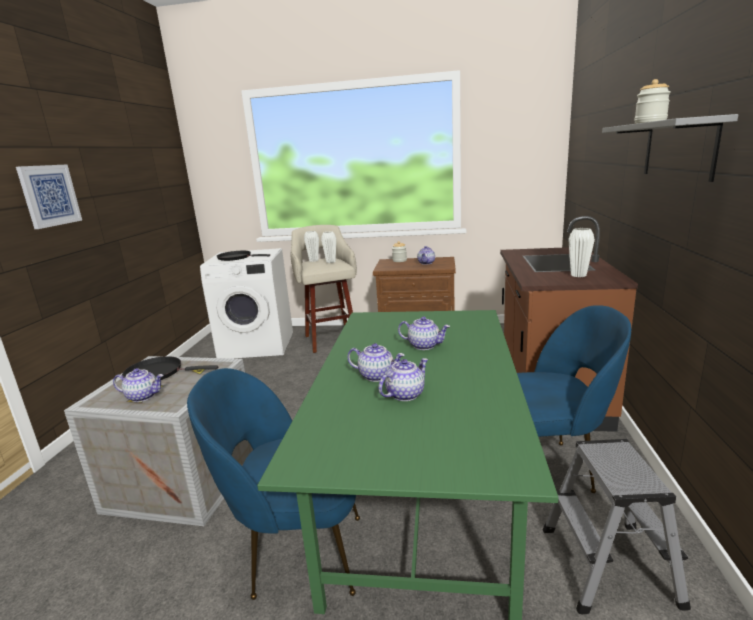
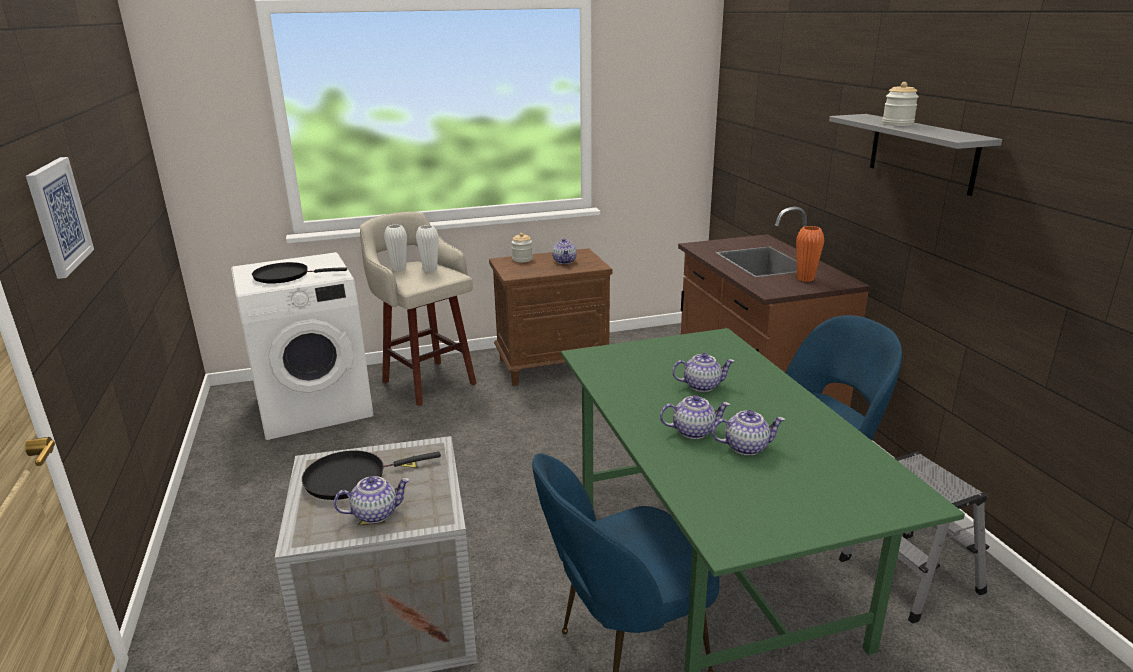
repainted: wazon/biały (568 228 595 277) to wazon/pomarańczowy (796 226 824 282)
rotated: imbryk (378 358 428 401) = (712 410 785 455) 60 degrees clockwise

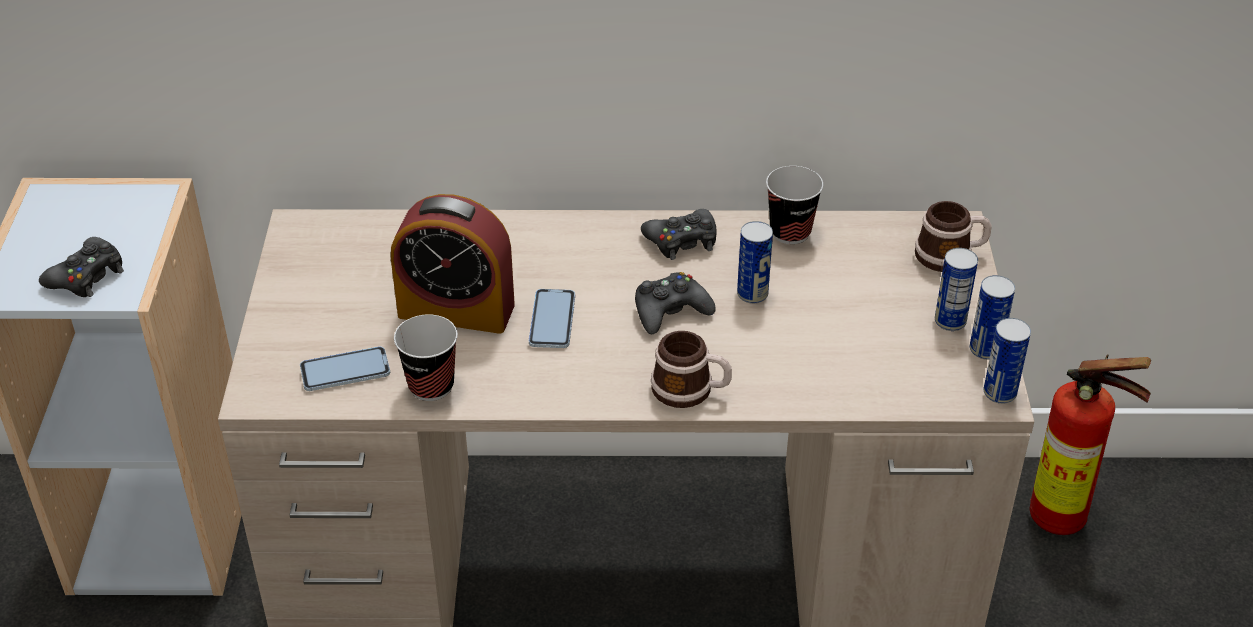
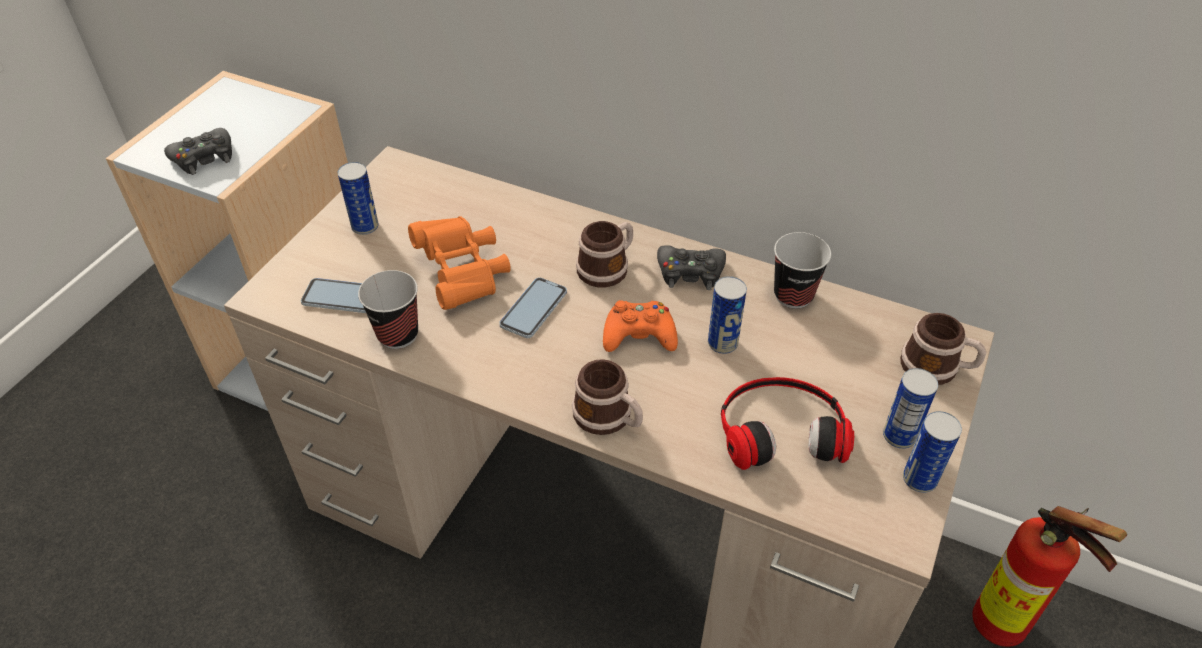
new: kubek (576 221 633 287); słuchawki (721 377 854 470)
shifted: puszka (983 318 1031 404) to (338 162 379 235)
swapped: budzik (391 194 515 334) to lornetka/pomarańczowy (408 216 511 310)
repainted: pad do gier/czarny (635 272 716 334) to pad do gier/pomarańczowy (603 300 678 352)

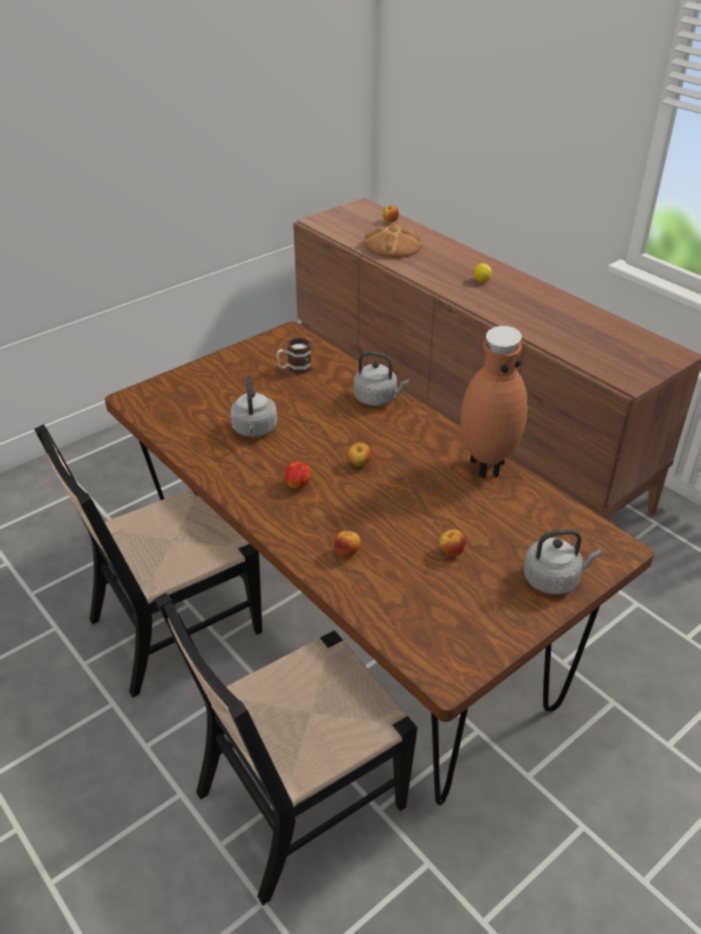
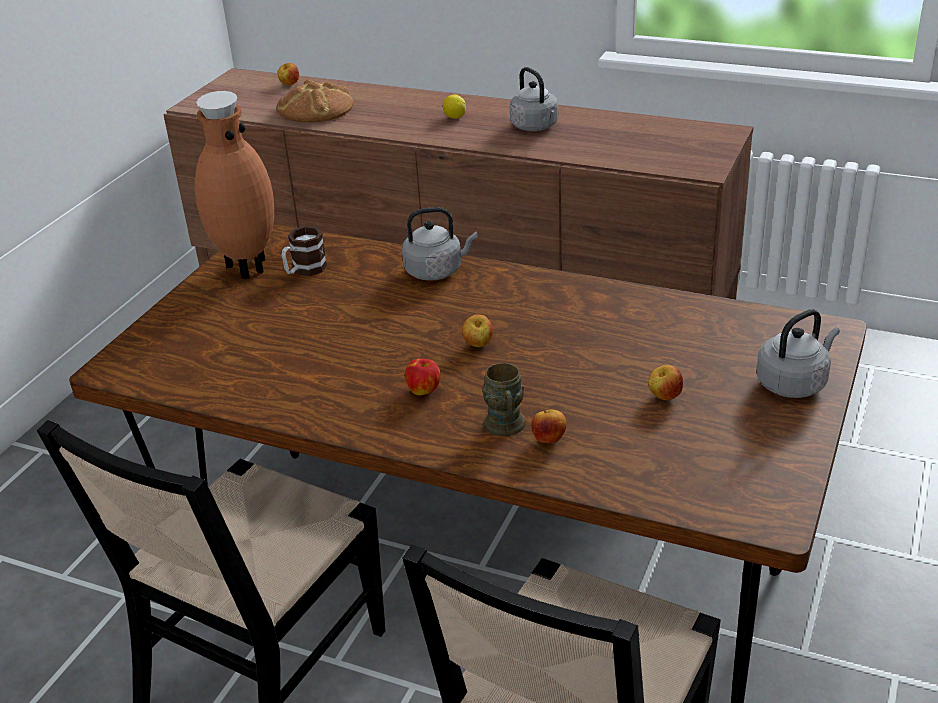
new: kubek/brązowy (482 363 526 436)
shifted: wazon/brązowy (461 326 528 478) to (195 91 274 279); czajnik/szary (230 376 277 437) to (510 67 558 131)

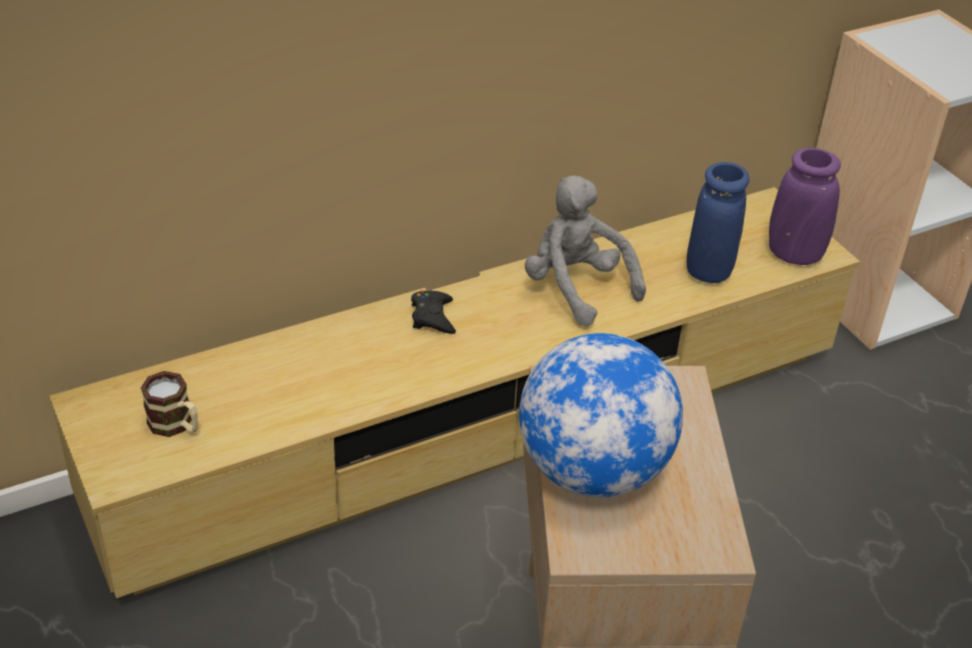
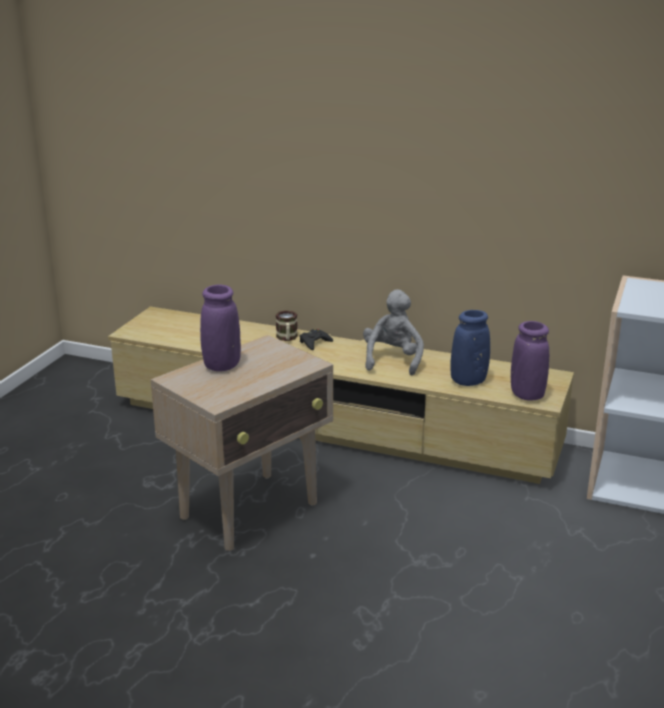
shifted: kubek (141 371 198 437) to (276 310 298 341)
swapped: globus (519 333 683 497) to wazon/fioletowy (200 285 241 371)

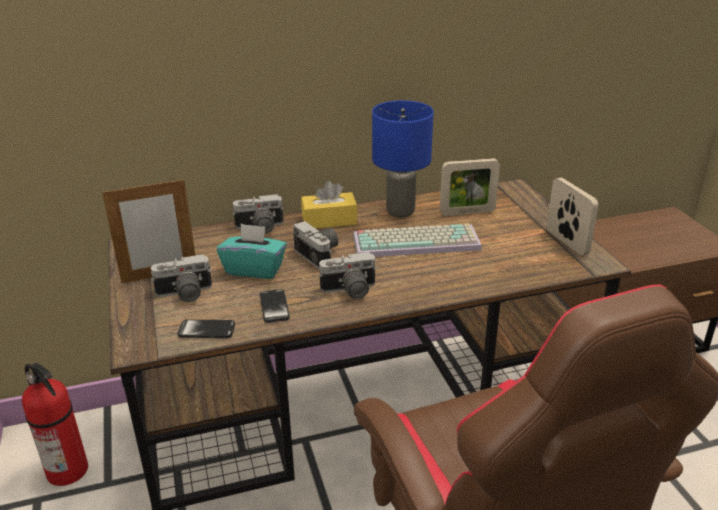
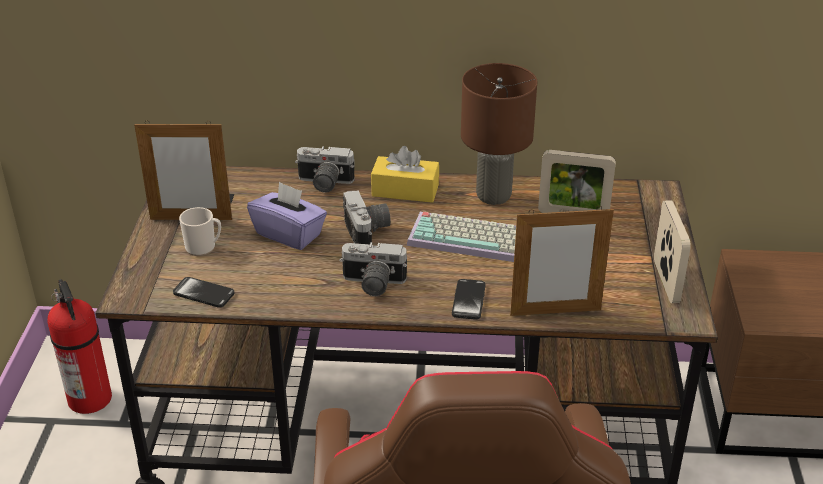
new: ramka na zdjęcie (510 206 614 316)
shifted: telefon (260 289 290 323) to (452 279 485 320)
swapped: aparat fotograficzny (151 254 212 302) to kubek (179 207 221 256)
repainted: lampa stołowa/niebieski (372 100 434 218) to lampa stołowa/brązowy (461 63 537 205); pudełko chusteczek/turkusowy (217 224 287 279) to pudełko chusteczek/fioletowy (247 182 327 250)

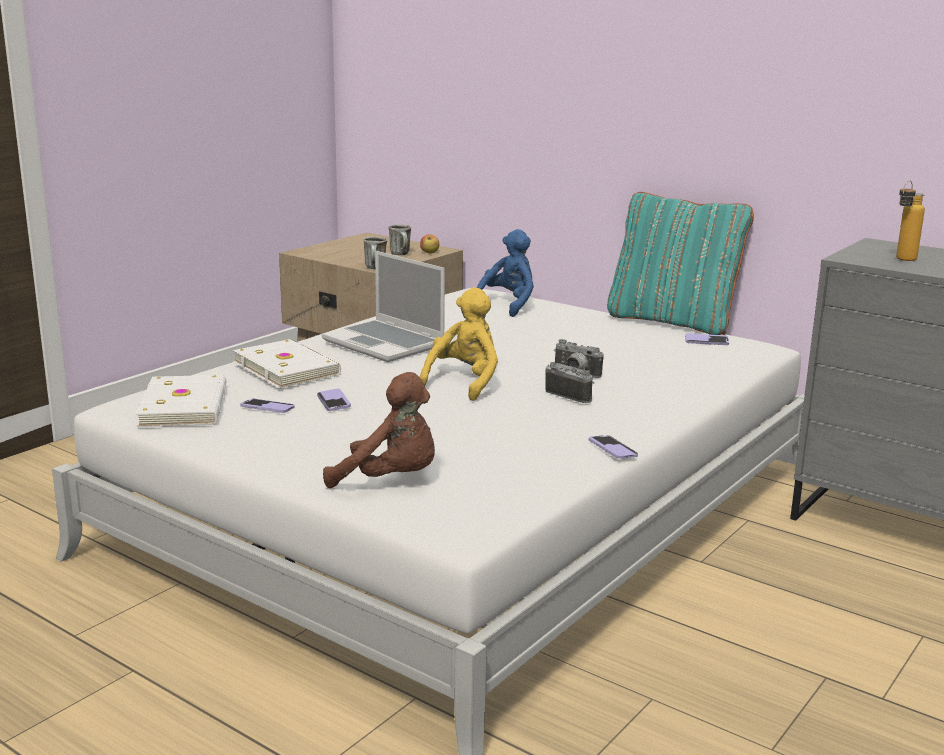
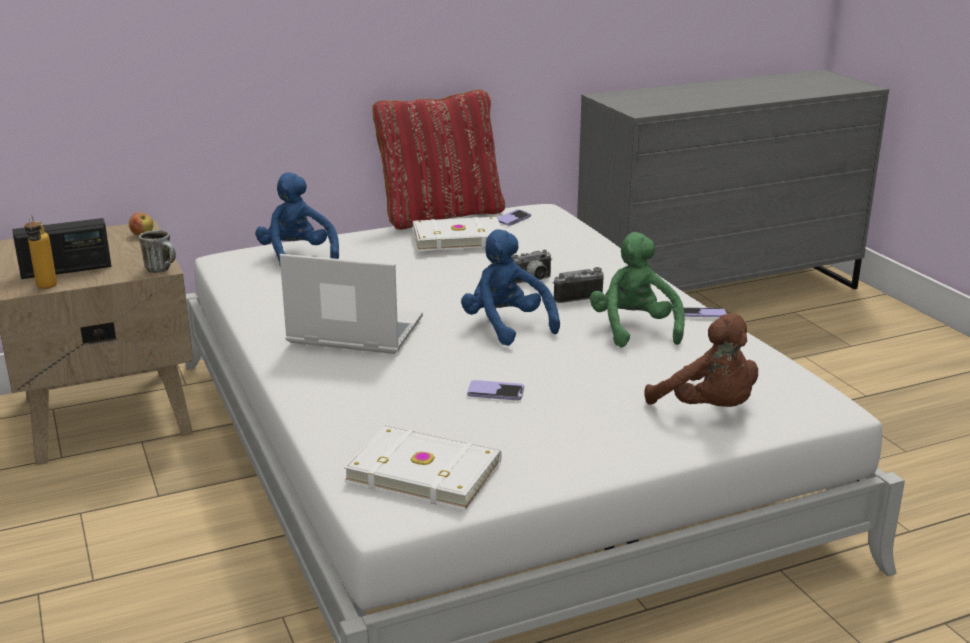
gone: kubek (389 225 411 255); telefon (241 399 295 413)
new: radio (13 218 111 279); pluszak/zielony (590 232 685 347)
shifted: butelka (896 180 925 261) to (24 215 57 289); książka/biały (232 339 341 389) to (413 217 502 251)
repainted: poduszka/turkusowy (607 192 754 335) to poduszka/czerwony (372 89 505 230); pluszak/żółty (420 287 498 401) to pluszak/niebieski (461 229 560 346)
rotated: laptop (322 251 445 362) = (280 254 423 354) 150 degrees counterclockwise; pluszak/brązowy (323 372 435 488) = (644 313 758 407) 90 degrees clockwise

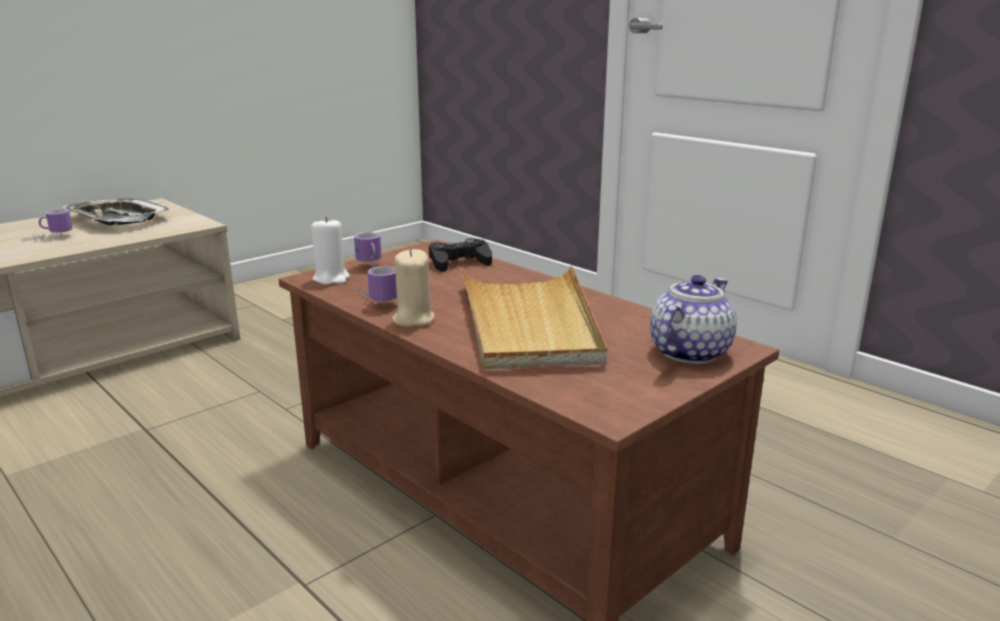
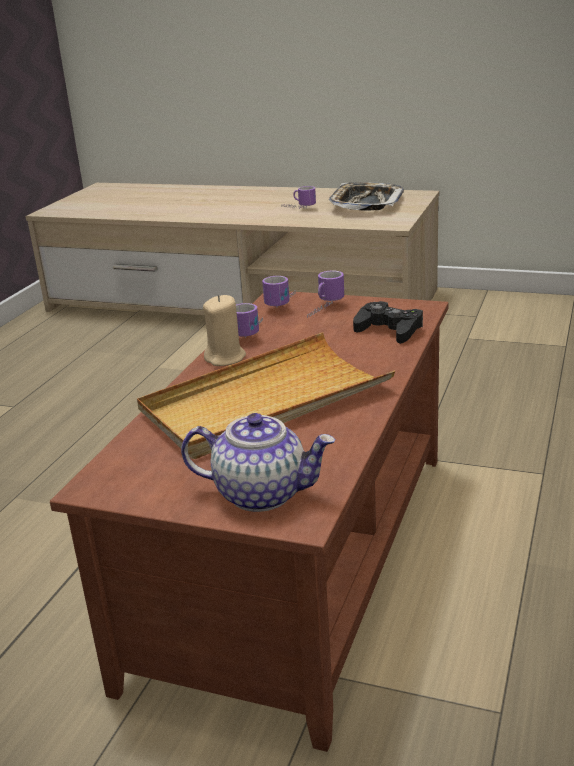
swapped: świeca/biały (311 217 350 285) to kubek (262 276 296 307)

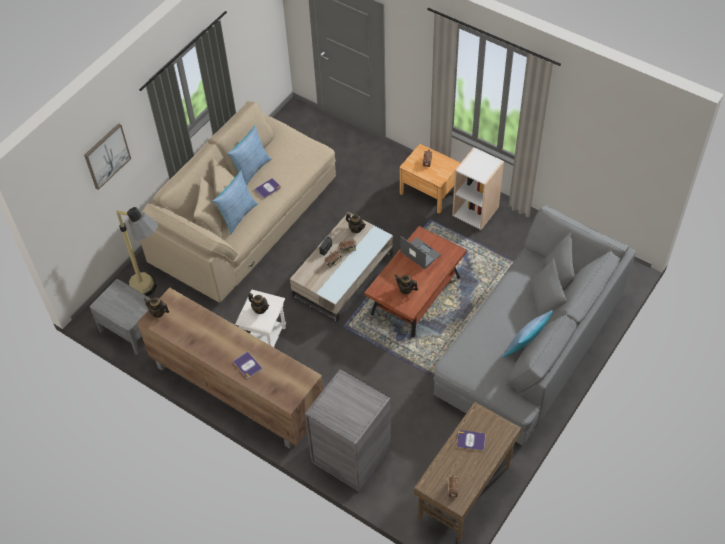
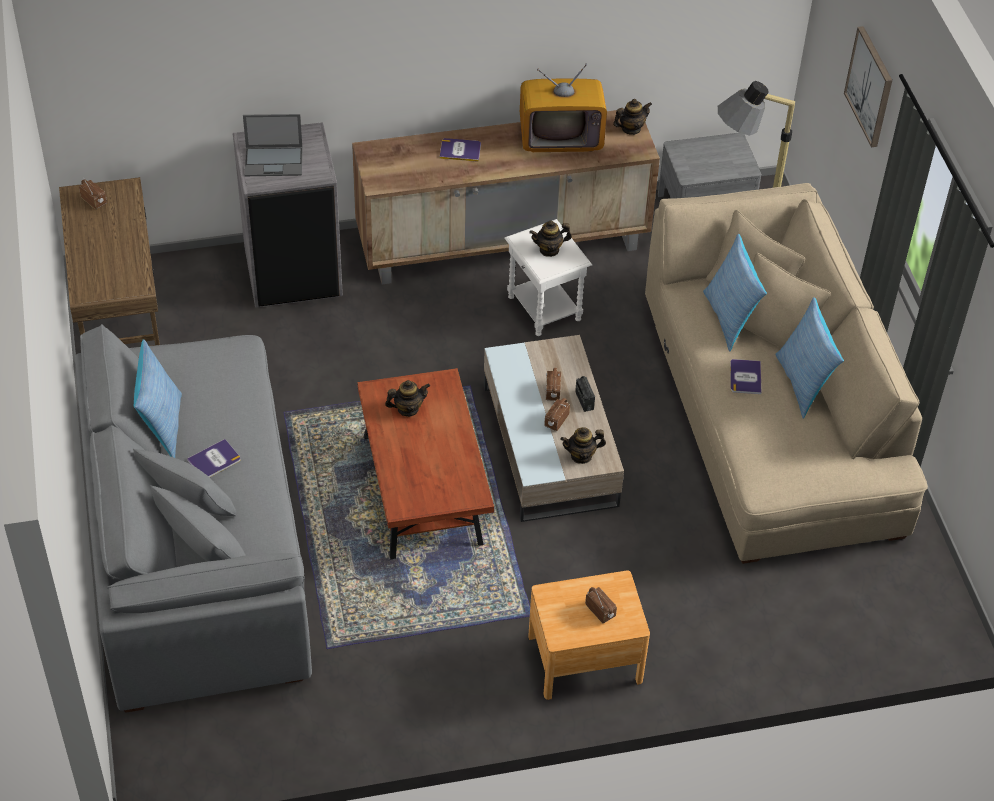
gone: regał (452 147 504 230)
new: telewizor (520 64 607 152)
shifted: laptop (401 236 441 269) to (243 114 302 176); książka (457 430 486 451) to (187 439 241 477)

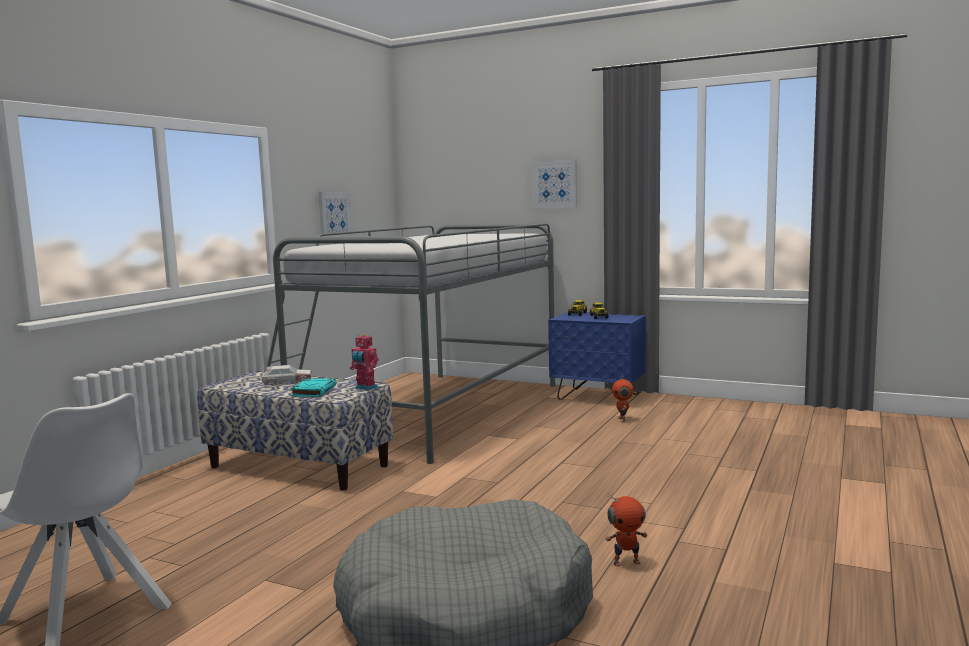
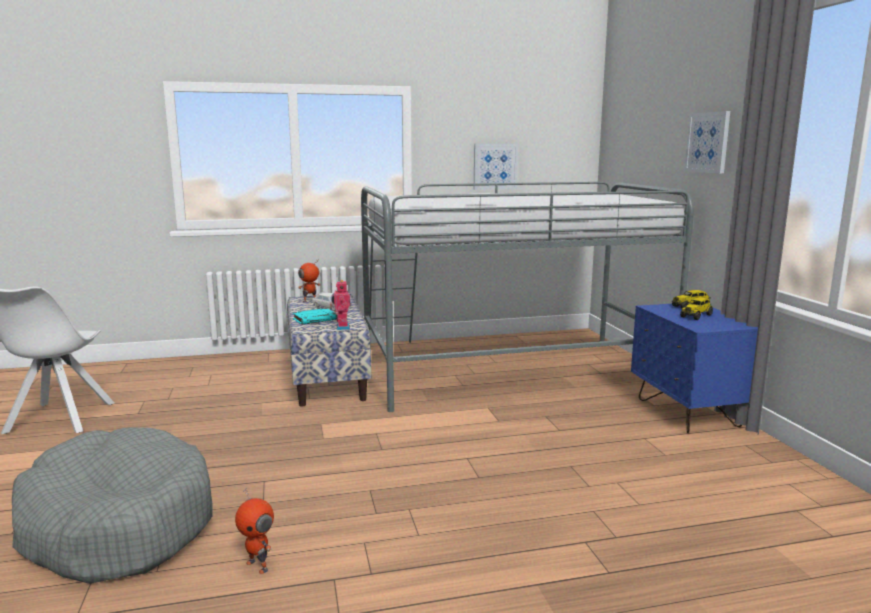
shifted: robot zabawkowy (612 374 634 423) to (298 259 321 302)

